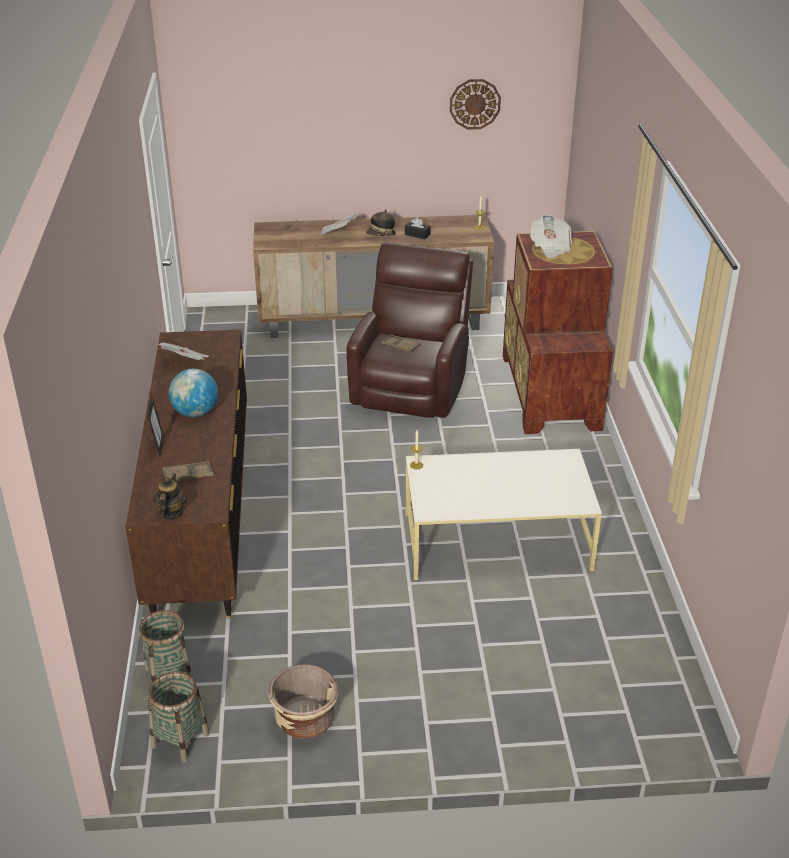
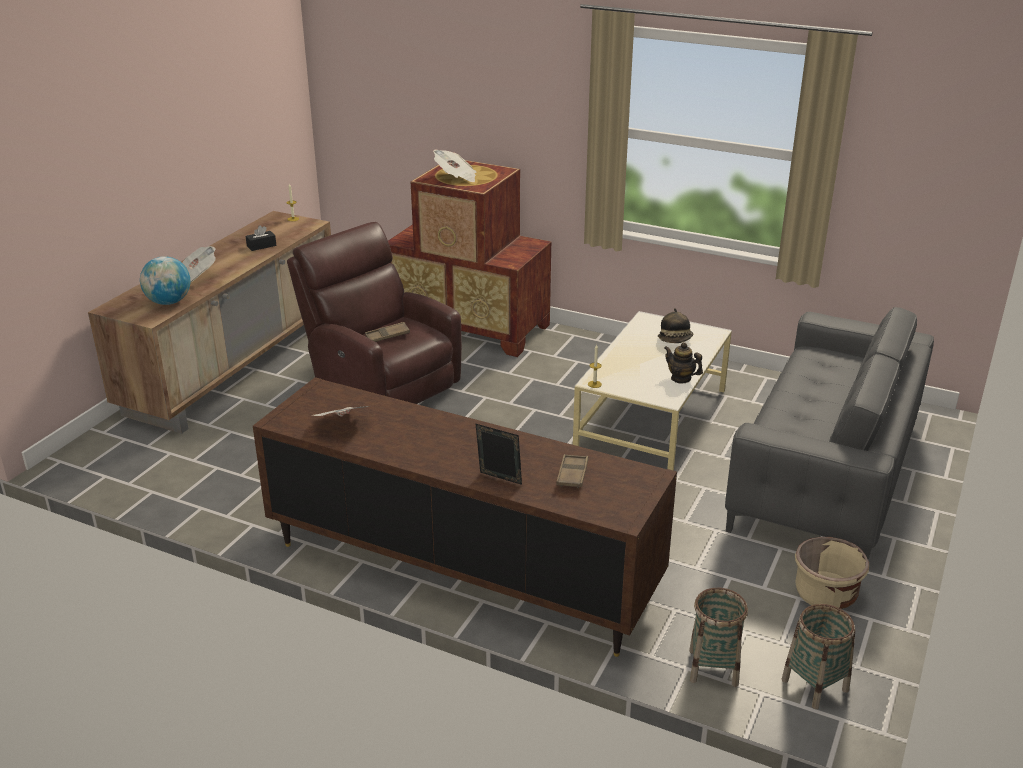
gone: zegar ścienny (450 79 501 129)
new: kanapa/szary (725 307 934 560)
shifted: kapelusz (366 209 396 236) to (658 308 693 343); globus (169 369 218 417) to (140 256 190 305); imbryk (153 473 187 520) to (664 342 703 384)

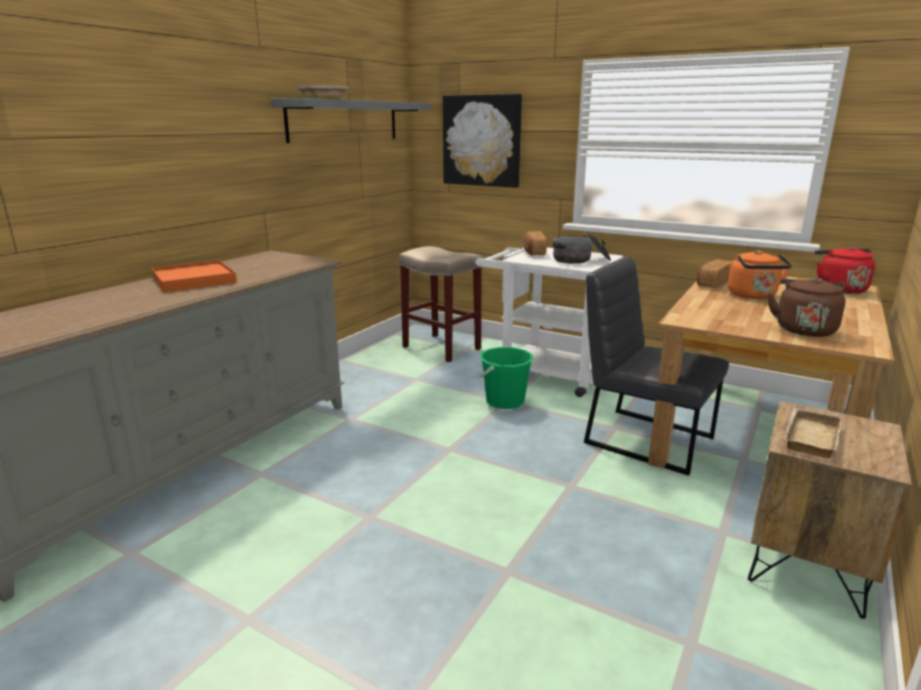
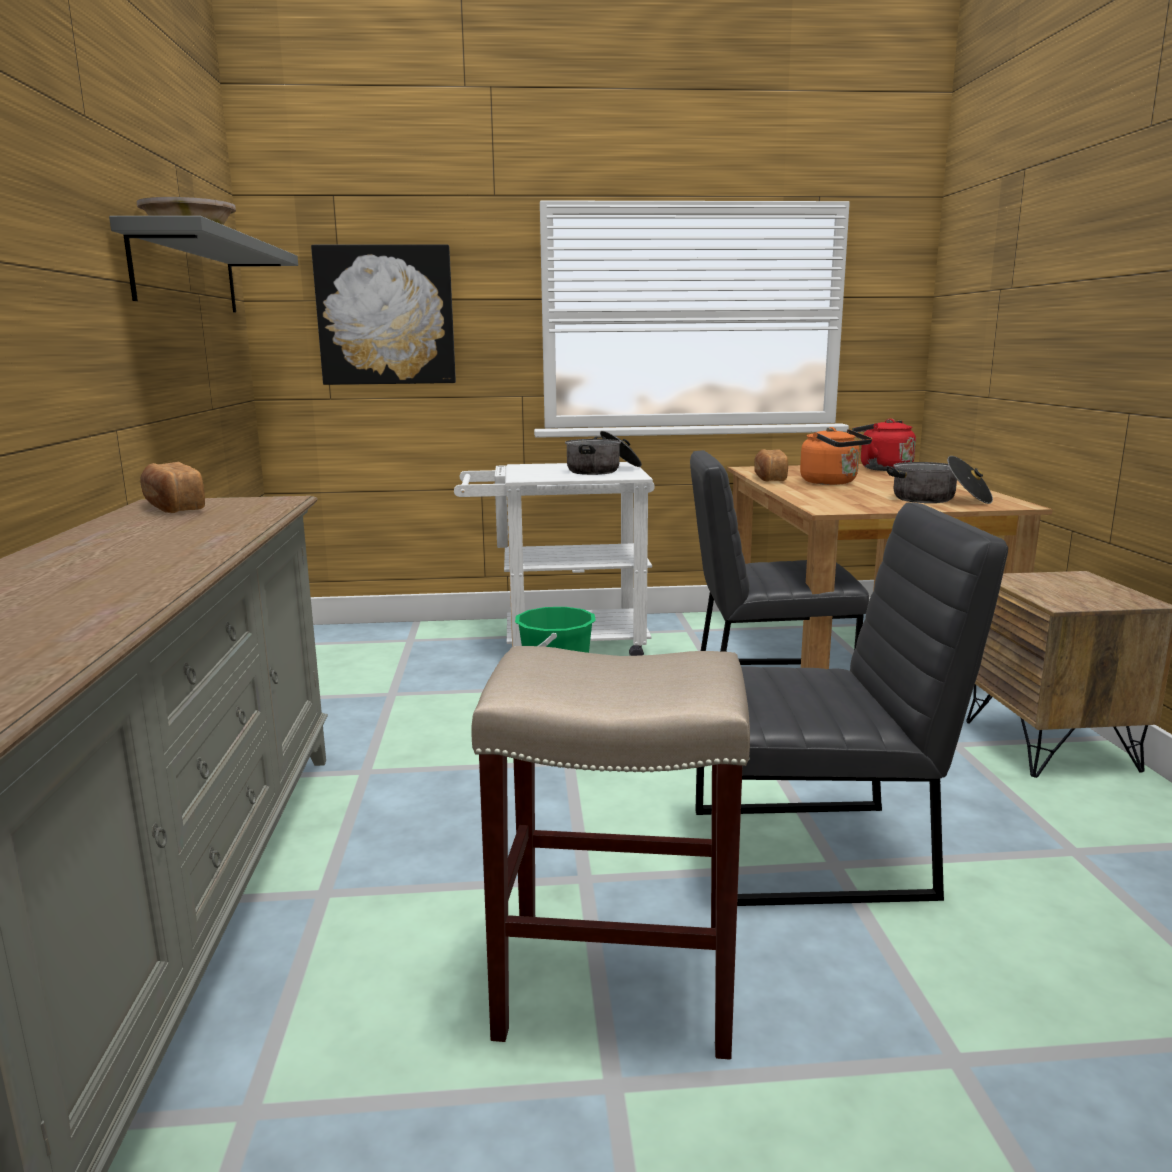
gone: taca/pomarańczowy (151 260 237 292); taca/beżowy (783 408 842 459)
new: krzesło/szary (696 502 1008 906)
shifted: chleb (523 231 547 256) to (140 462 205 513); stołek/beżowy (399 246 483 362) to (471 646 750 1060)
swapped: czajnik/brązowy (768 277 846 337) to garnek (886 456 993 504)

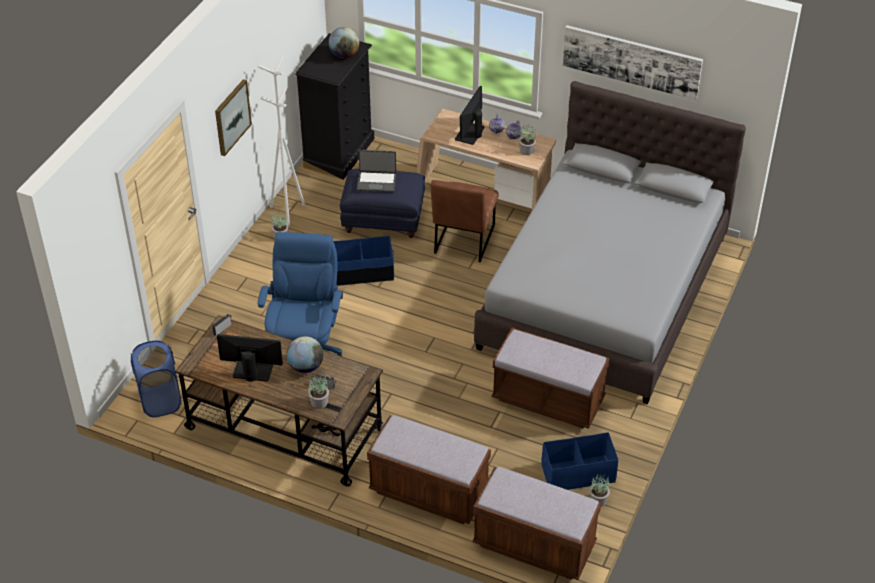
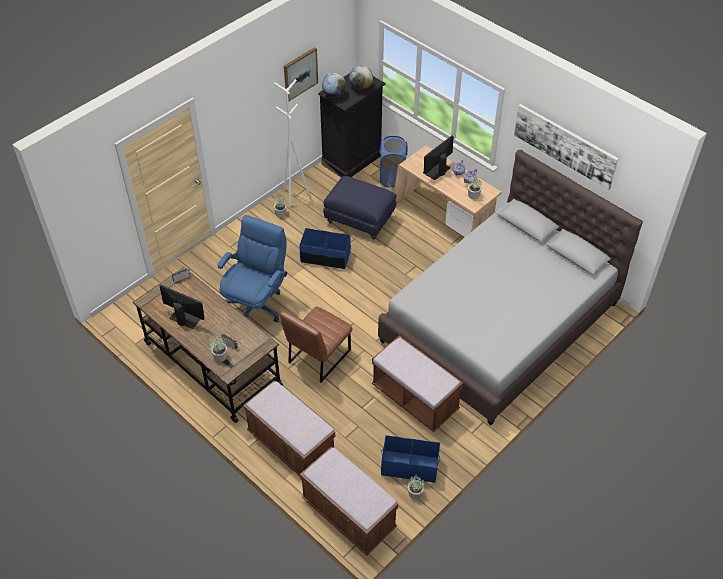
gone: laptop (357 150 396 192)
shifted: obraz (215 79 252 156) to (284 47 318 101); krzesło/brązowy (430 180 499 262) to (279 306 352 382); globus (287 336 323 373) to (322 73 346 98); kosz na pranie/niebieski (131 341 182 417) to (380 136 408 187)

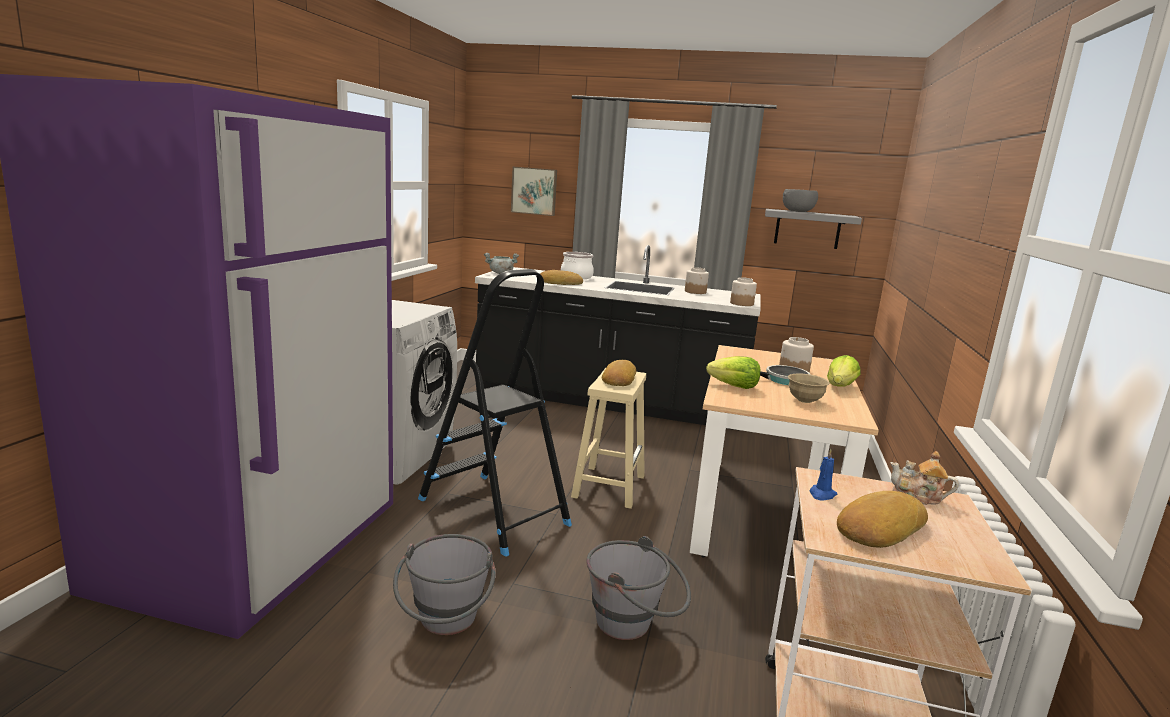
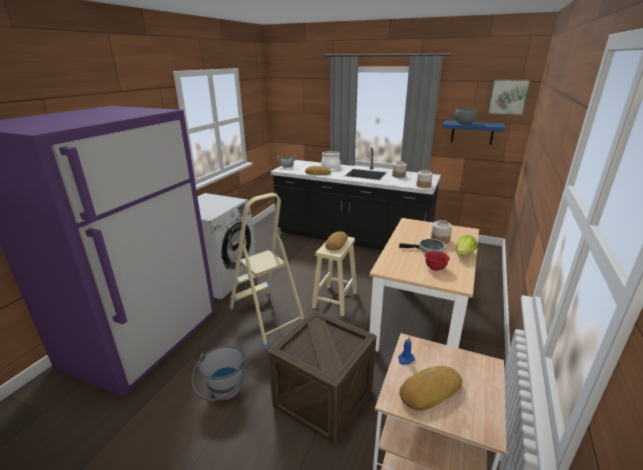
gone: sałata (706 356 761 389); imbryk (890 451 959 505)
shifted: obraz (511 167 557 216) to (487 79 531 115)
swapped: wiadro/szary (586 536 691 640) to skrzynka (268 310 377 446)
repainted: półka/szary (765 209 862 249) to półka/niebieski (442 120 505 145); drabinka/czarny (418 269 572 557) to drabinka/beżowy (229 193 304 349); miska/beżowy (788 374 830 403) to miska/czerwony (425 251 450 271)

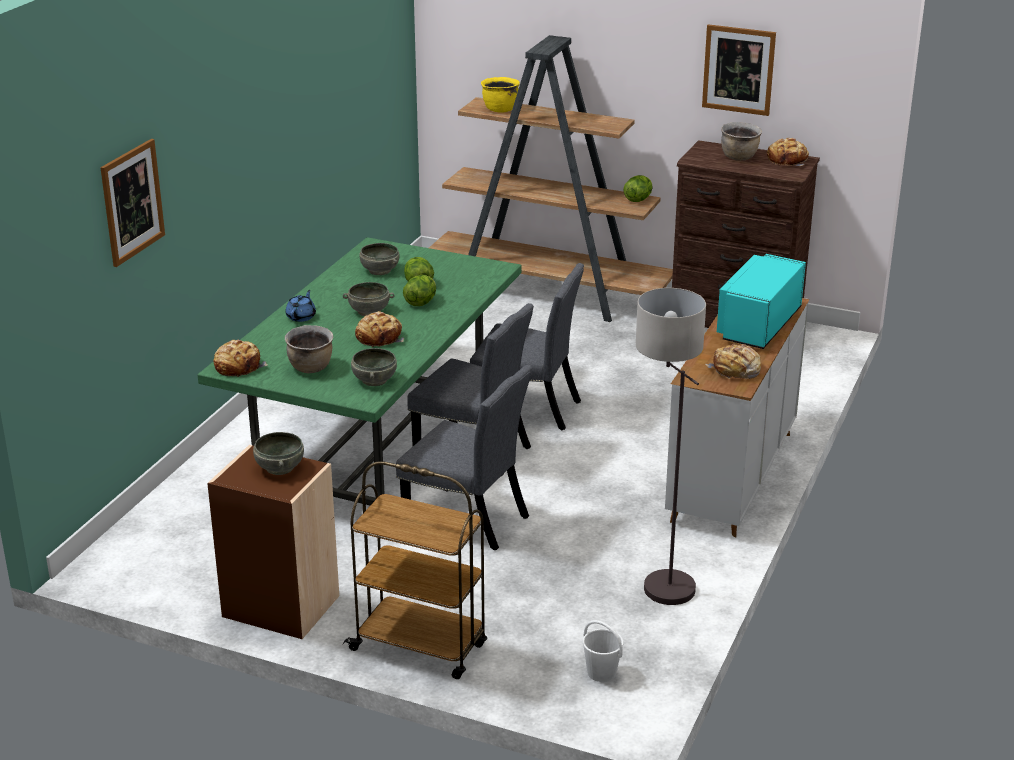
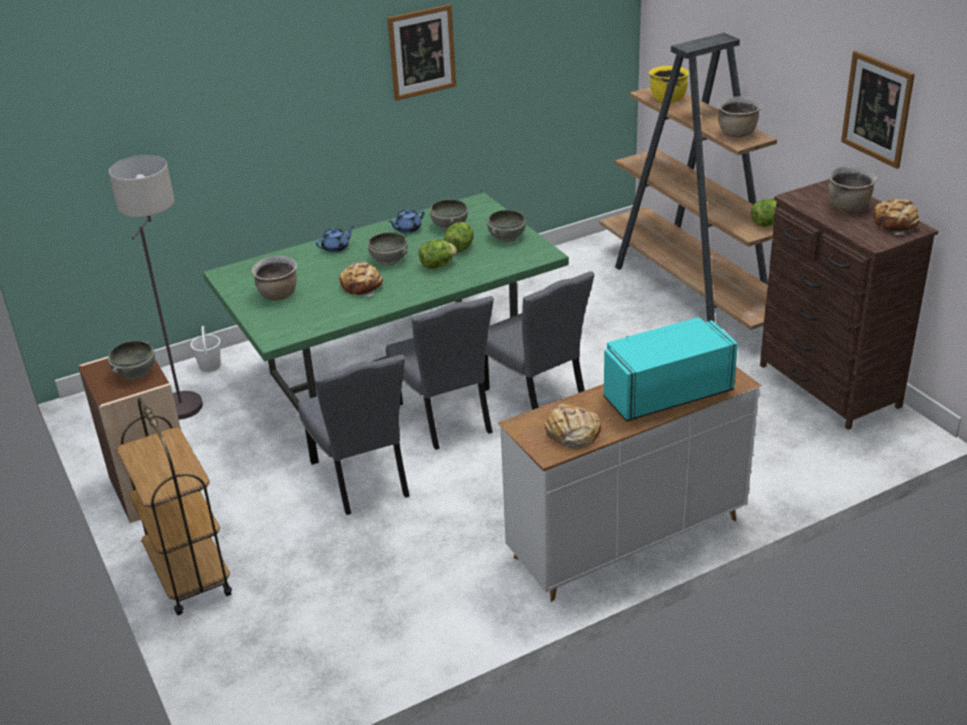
gone: chleb (213 340 267 377)
new: garnek/brązowy (718 96 762 137); imbryk/niebieski (388 209 424 233)
shifted: obraz (100 139 165 267) to (387 4 456 101); lampa stojąca/szary (636 288 706 605) to (109 155 203 420); miska/szary (351 348 397 386) to (487 210 526 242); wiadro/biały (582 620 624 682) to (190 326 221 372)

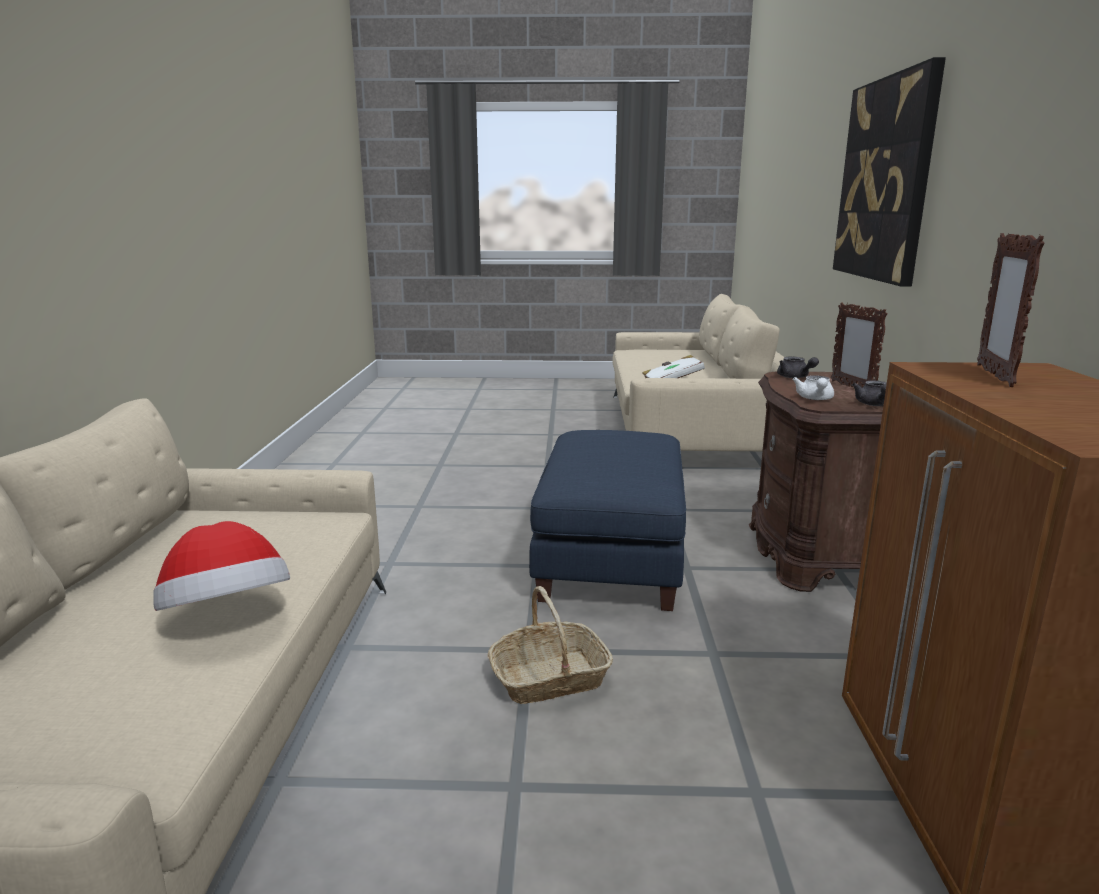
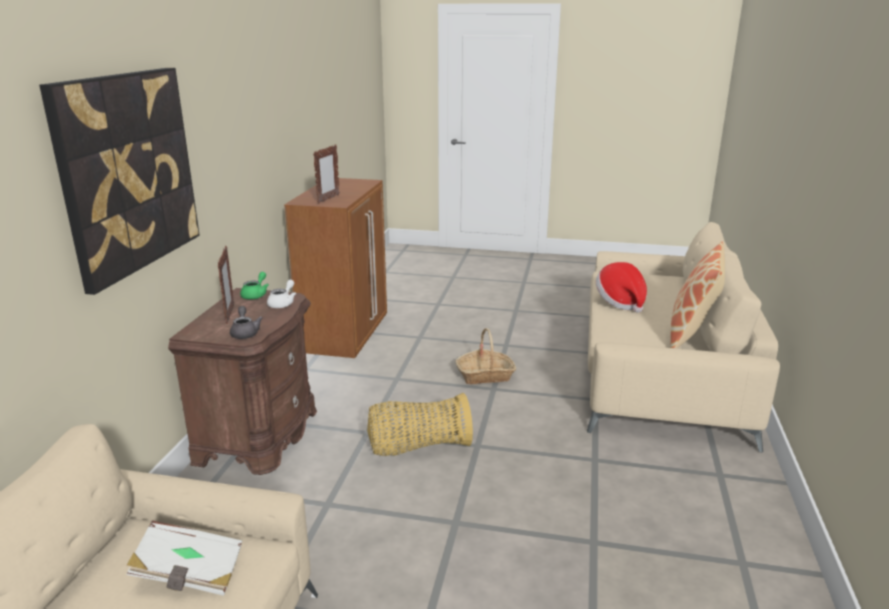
new: poduszka (670 241 725 348)
swapped: pufa/niebieski (529 430 686 611) to koszyk (367 393 473 456)
repainted: imbryk/szary (852 381 887 406) to imbryk/zielony (240 272 269 299)

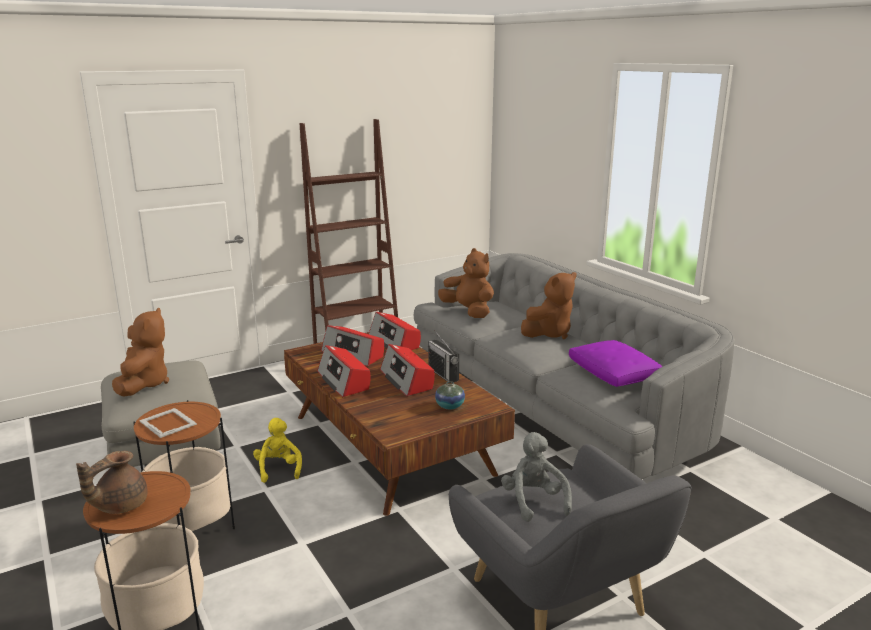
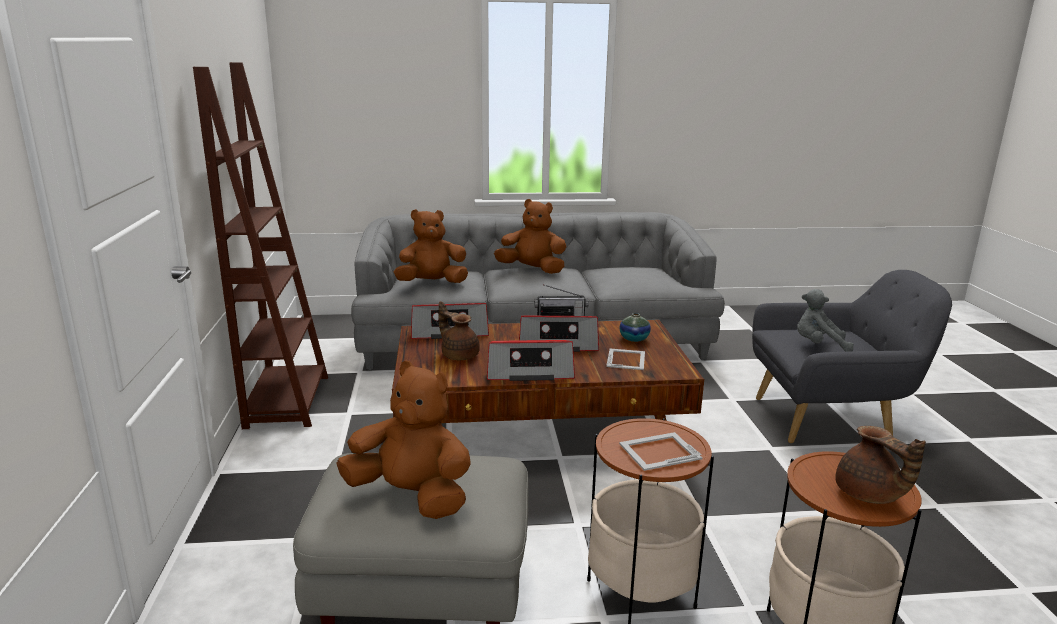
gone: poduszka/fioletowy (569 340 663 387); pluszak/żółty (253 418 302 483)
new: ramka na zdjęcie (606 349 645 370)
swapped: radio (321 325 384 366) to imbryk/brązowy (439 301 480 360)
rotated: pluszak/brązowy (521 272 576 339) = (494 199 567 274) 60 degrees counterclockwise

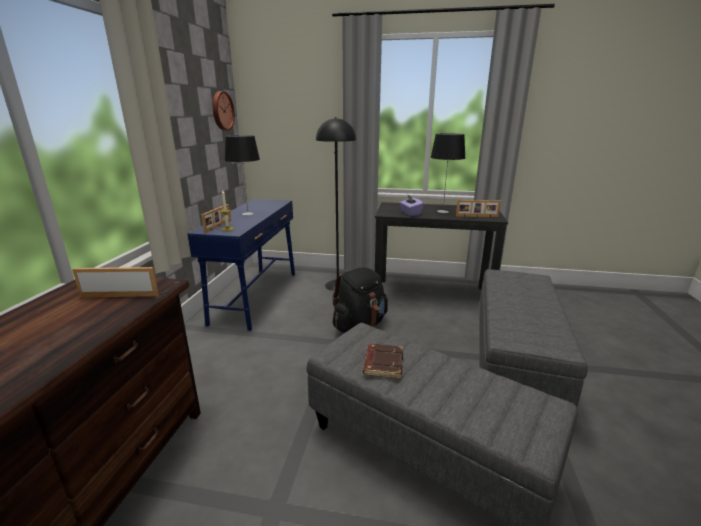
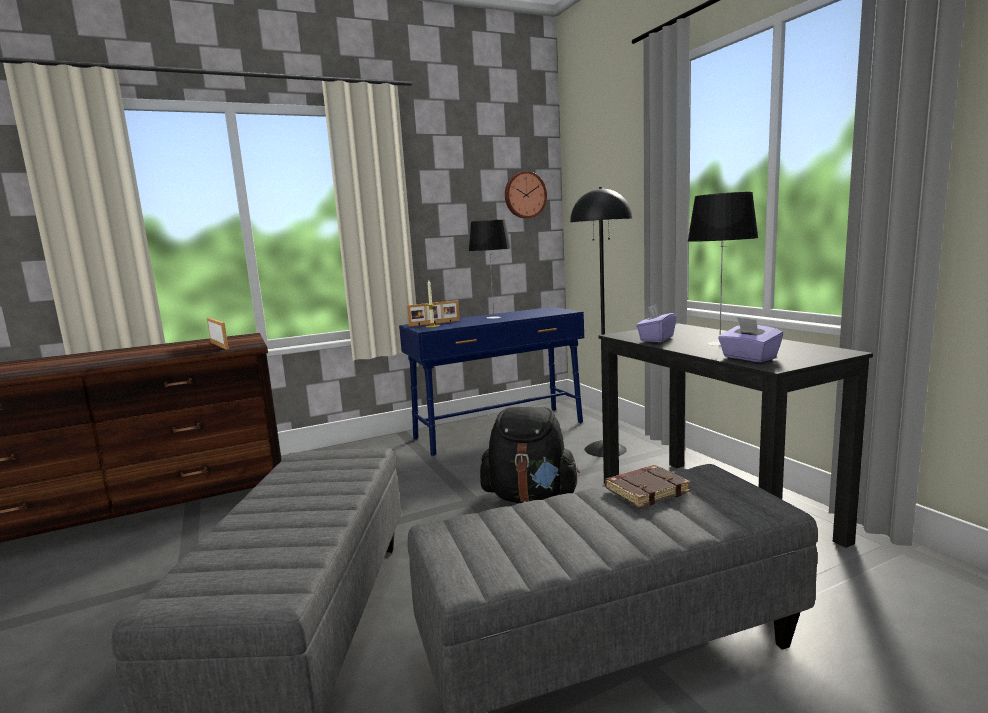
shifted: książka/brązowy (363 344 403 379) to (605 465 690 508)
swapped: ramka na zdjęcie (456 200 501 217) to pudełko chusteczek/fioletowy (718 317 783 362)

